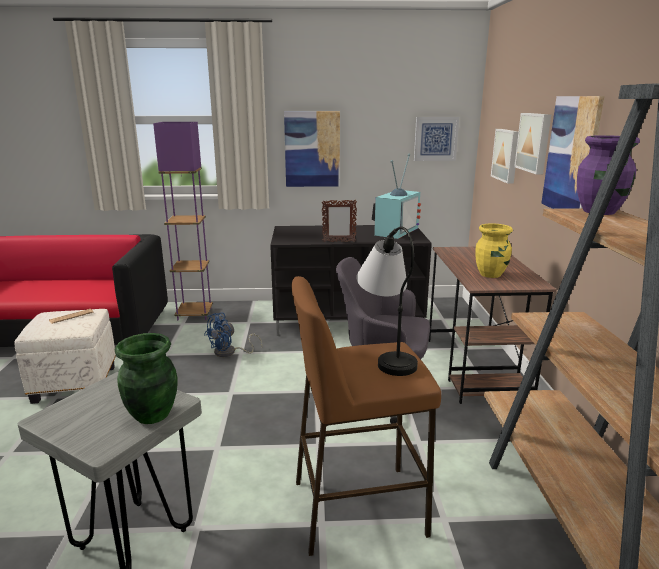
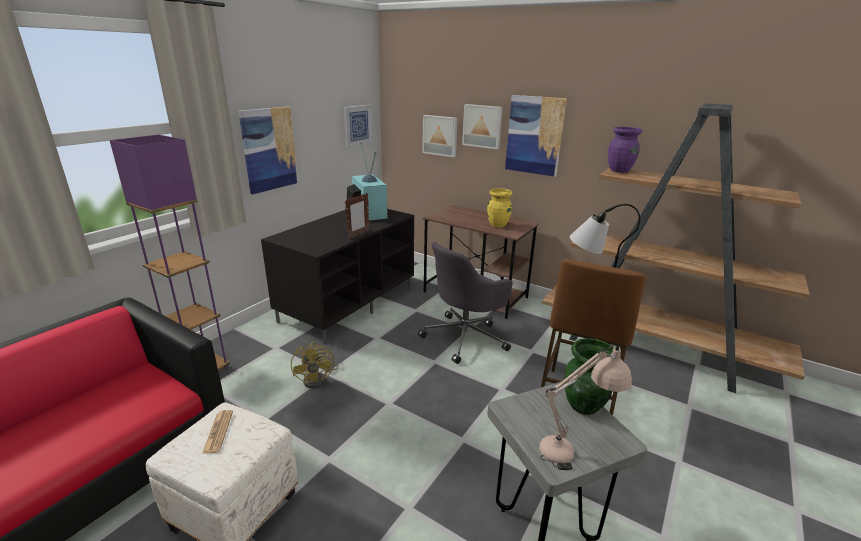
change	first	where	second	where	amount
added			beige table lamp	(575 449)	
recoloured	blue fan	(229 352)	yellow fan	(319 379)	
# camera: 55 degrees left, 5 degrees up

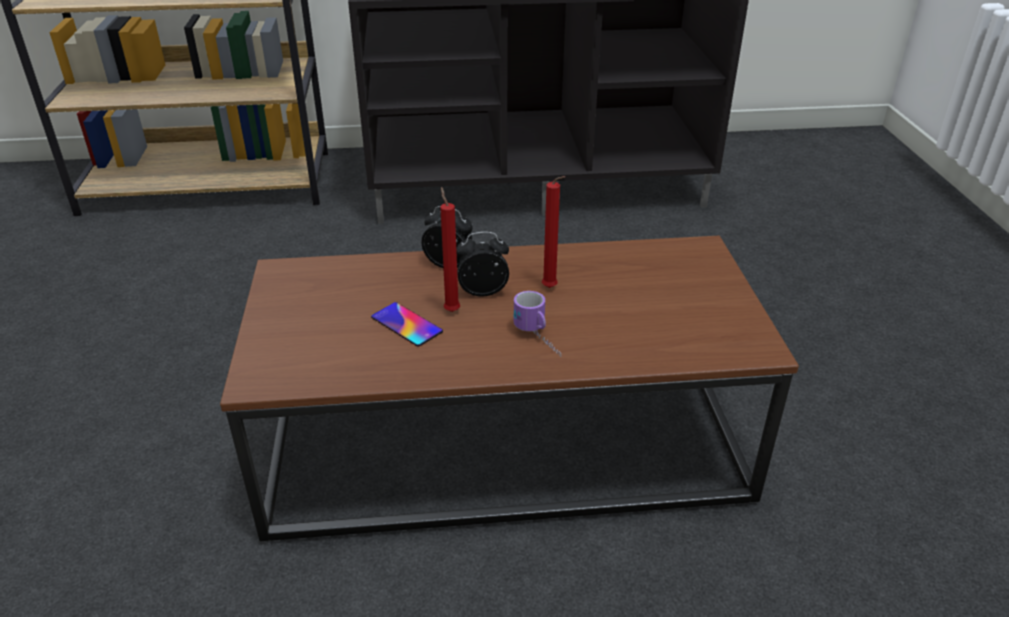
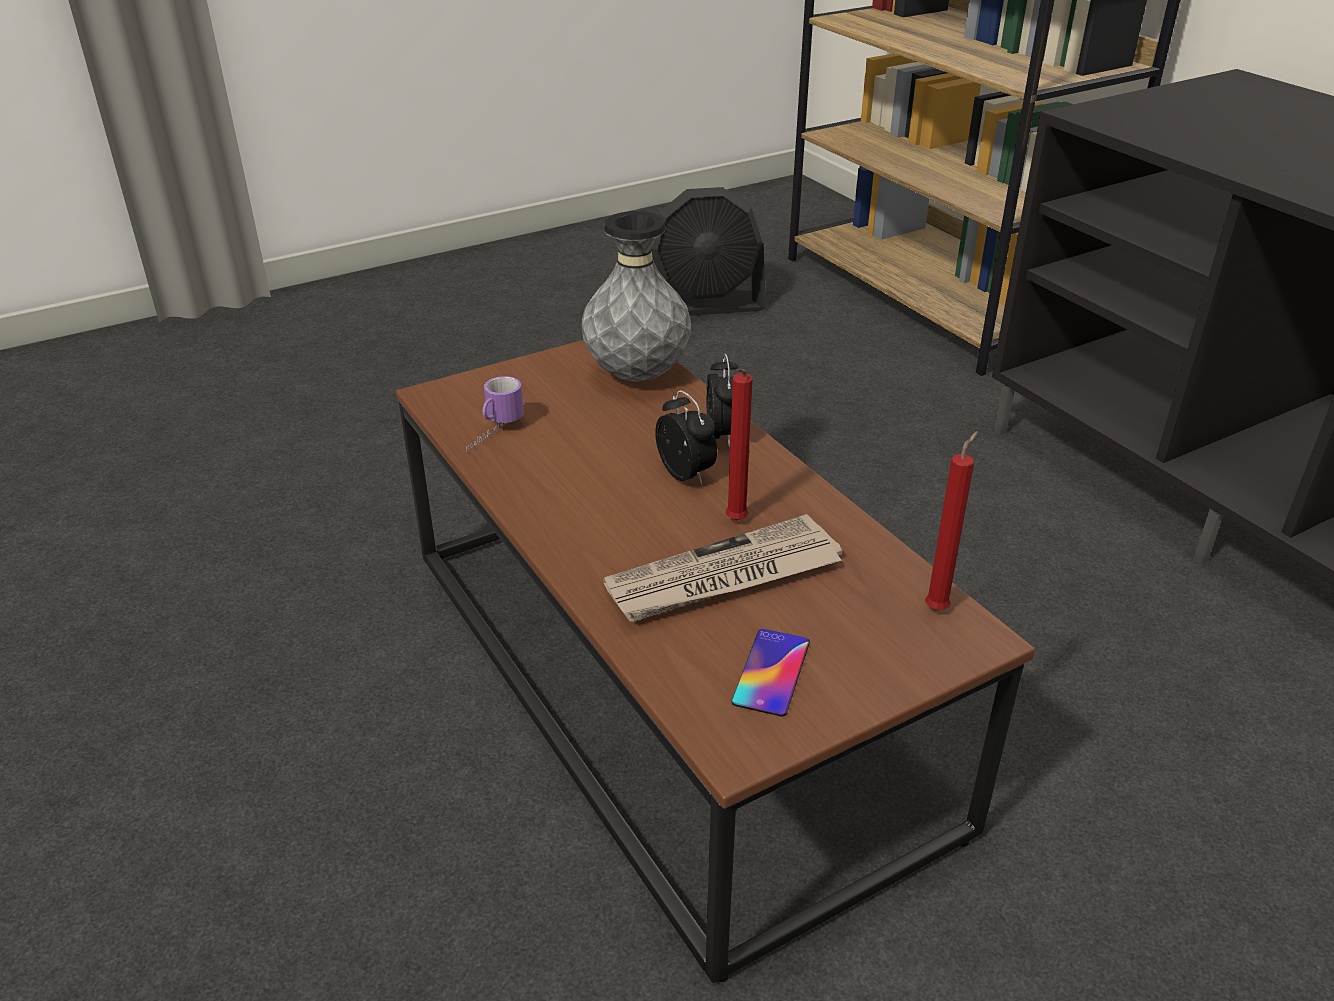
change	first	where	second	where	amount
added			grey vase	(636 376)	
added			newspaper	(723 577)	
added			black fan	(702 306)	
moved	phone	(406 324)		(771 672)	
moved	red candle	(451 310)		(938 607)	
moved	mug	(539 340)		(492 434)	
# camera: 65 degrees right, 0 degrees up

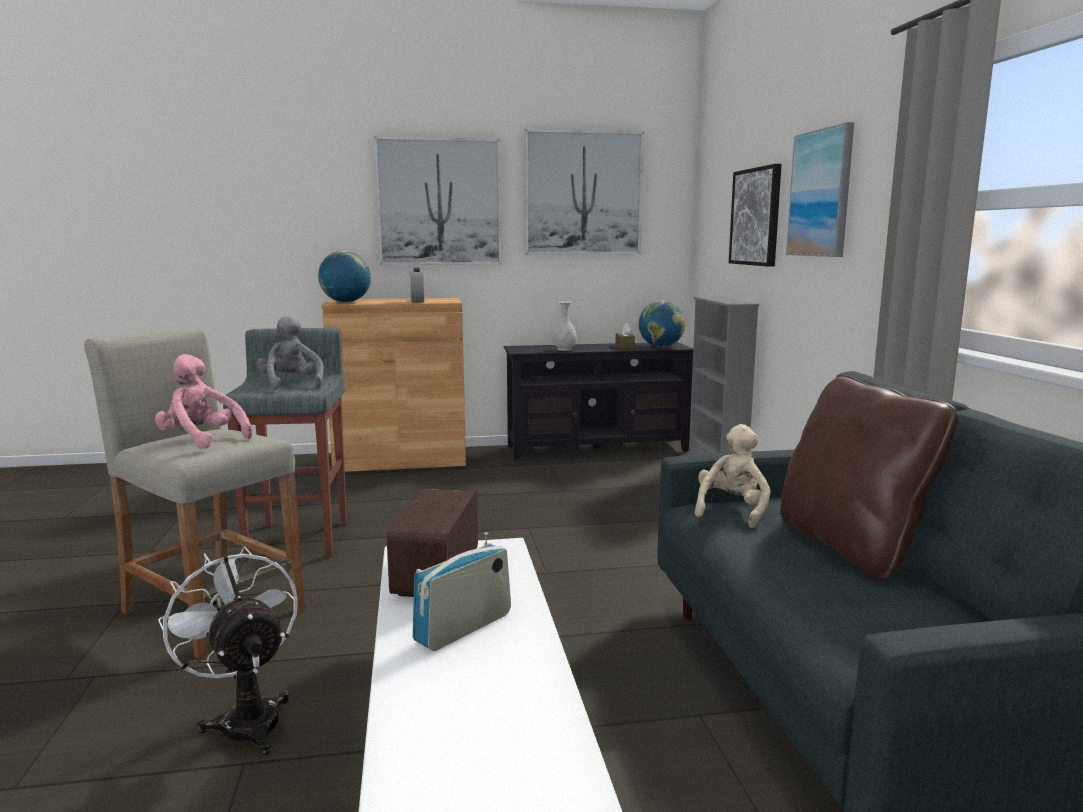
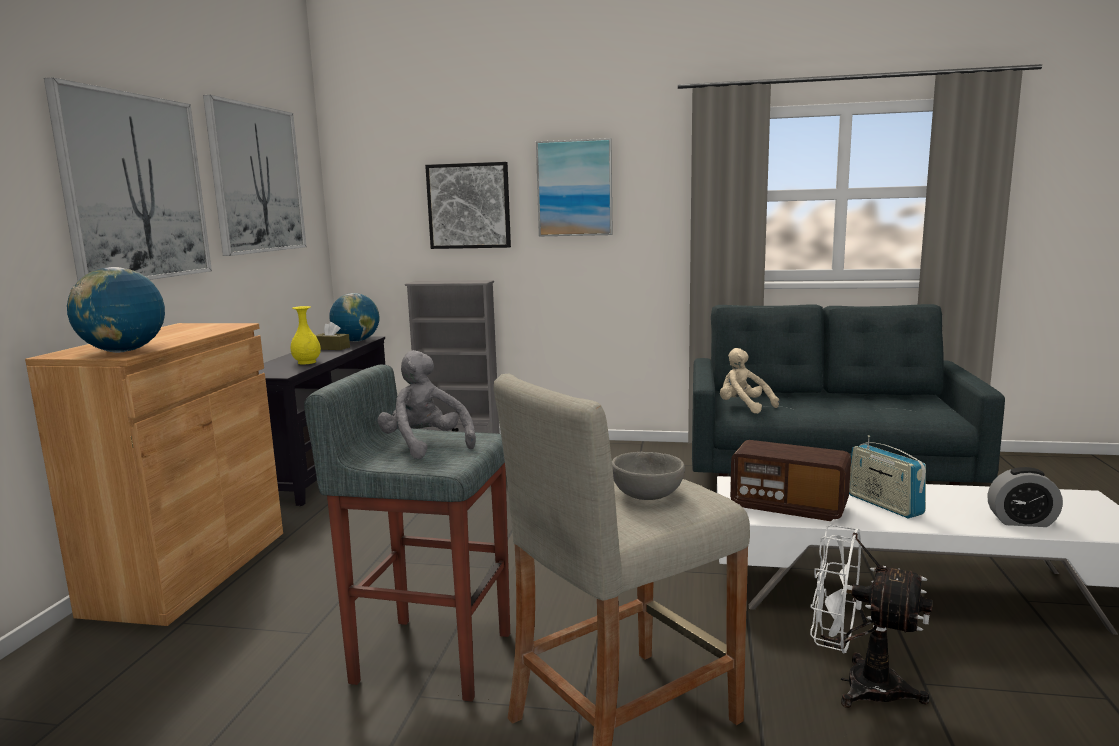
change	first	where	second	where	amount
removed	brown pillow	(851 546)			
moved	alarm clock	(417 301)		(1021 521)	
replaced	pink plush toy	(201 440)	grey bowl	(645 495)	
recoloured	white vase	(564 349)	yellow vase	(307 362)	
turned	white fan	(246 718)		(857 684)	45 degrees clockwise
turned	grey plush toy	(291 385)		(425 445)	60 degrees clockwise
# camera: 70 degrees left, 0 degrees up

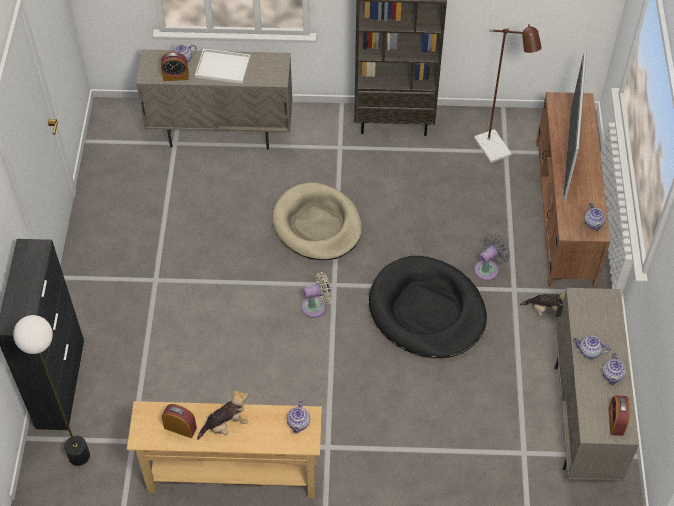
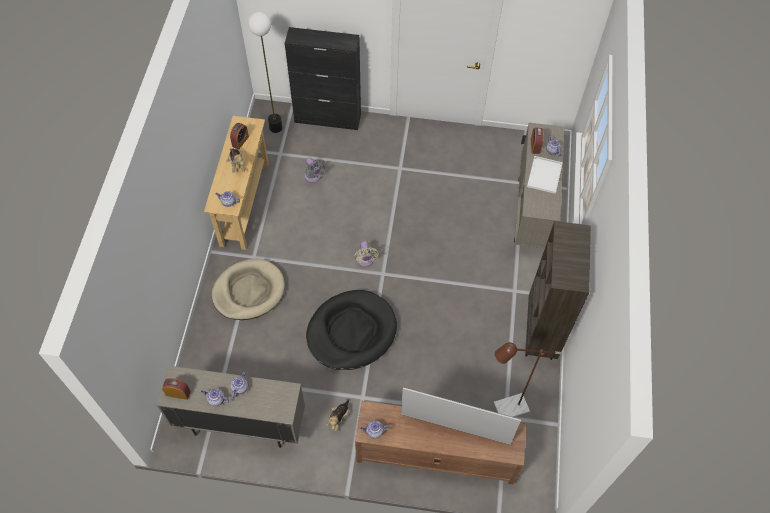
change	first	where	second	where	amount
moved	beige dog bed	(317 225)		(249 291)	
moved	grey fan	(488 269)		(313 177)	
# camera: 95 degrees right, 5 degrees up

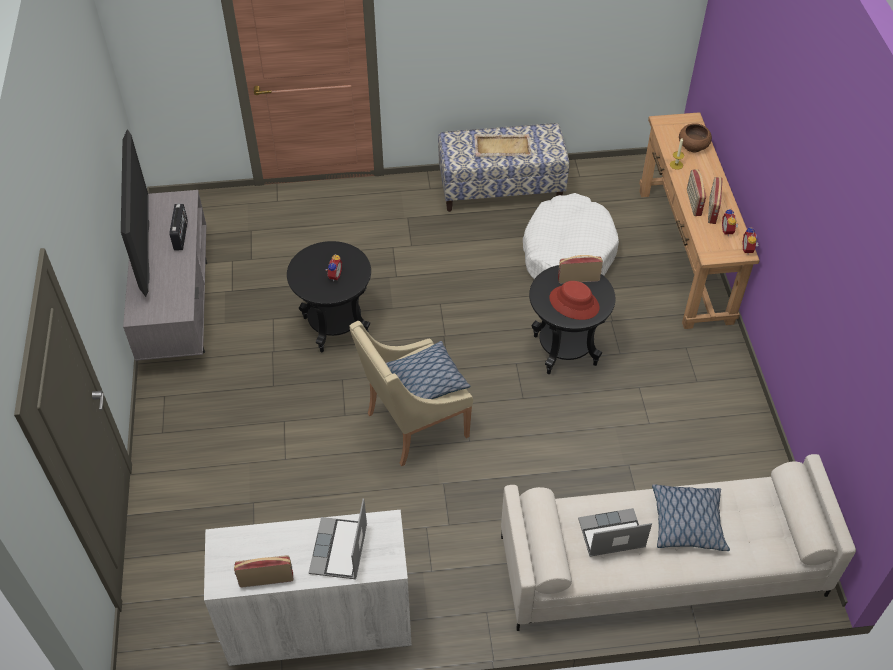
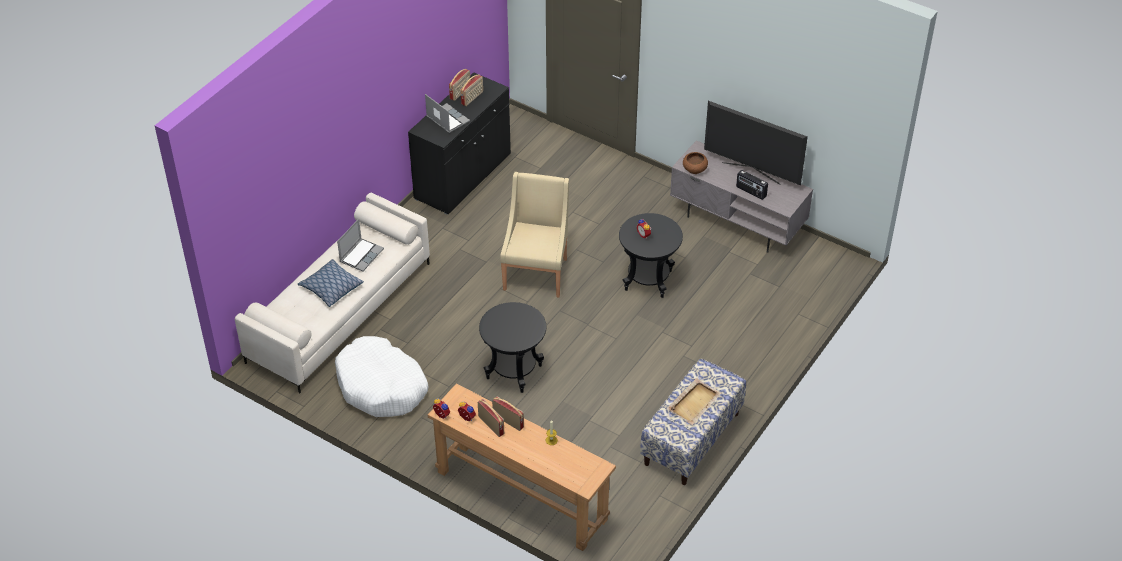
change	first	where	second	where	amount
removed	pillow	(427 382)			
removed	red hat	(574 303)			
moved	white dog bed	(567 253)		(381 386)	
moved	radio	(578 279)		(472 98)	
moved	brown bowl	(693 146)		(694 169)	
recoloured	white cabinet	(319 623)	black cabinet	(463 177)	
# camera: 130 degrees right, 5 degrees down

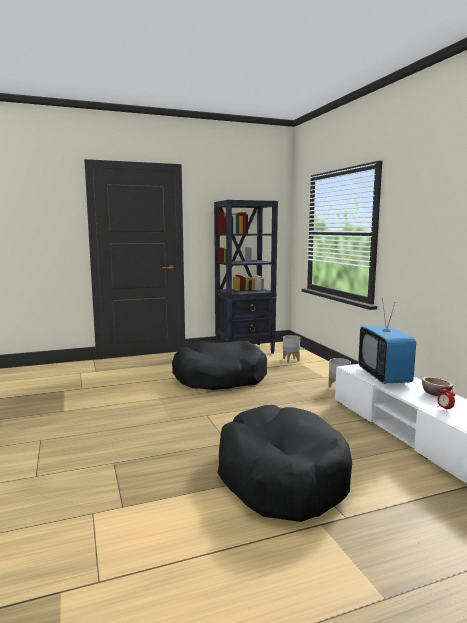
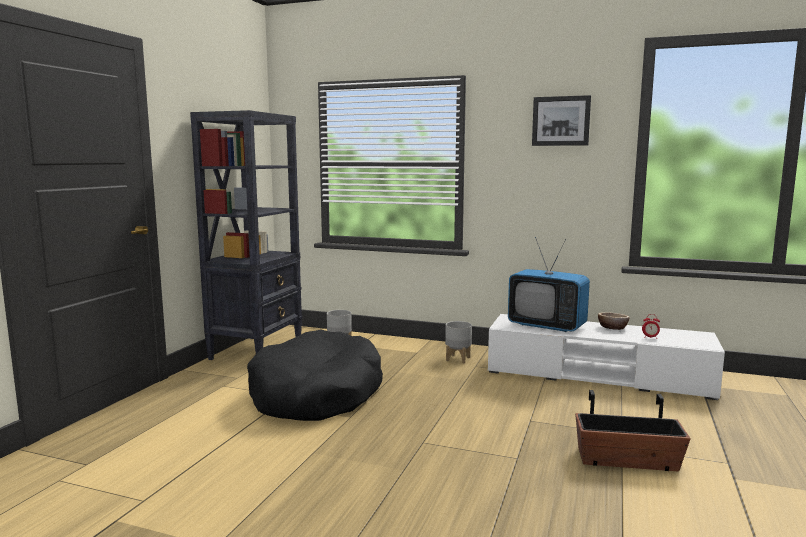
change	first	where	second	where	amount
added			picture	(561 121)	
replaced	black dog bed	(281 476)	planter	(627 460)	
# camera: 50 degrees left, 0 degrees up

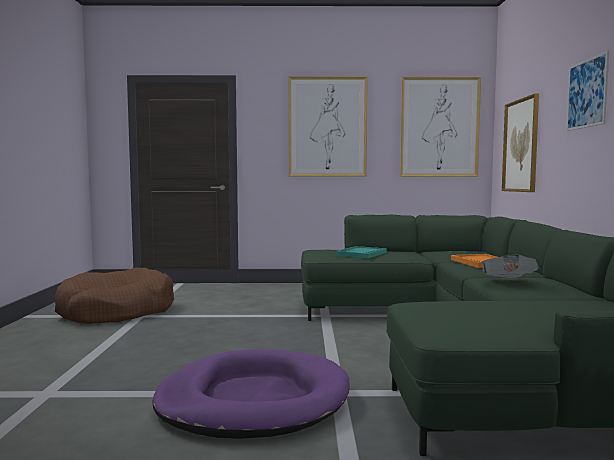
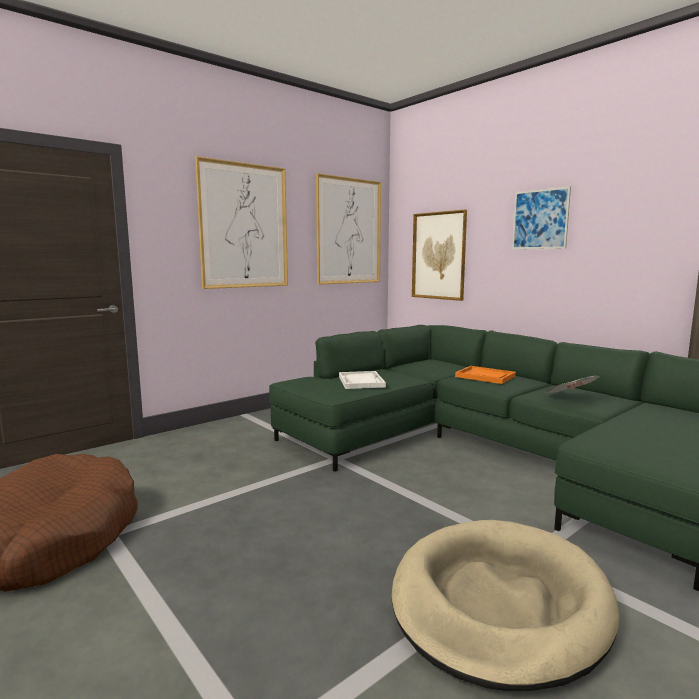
change	first	where	second	where	amount
recoloured	purple dog bed	(253 400)	beige dog bed	(499 603)	
recoloured	turquoise tray	(361 254)	white tray	(361 382)	
# camera: 40 degrees left, 5 degrees up

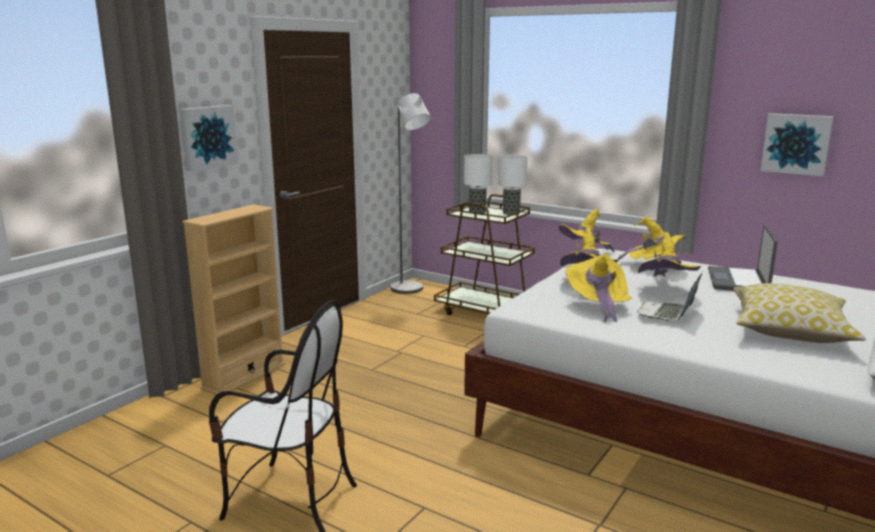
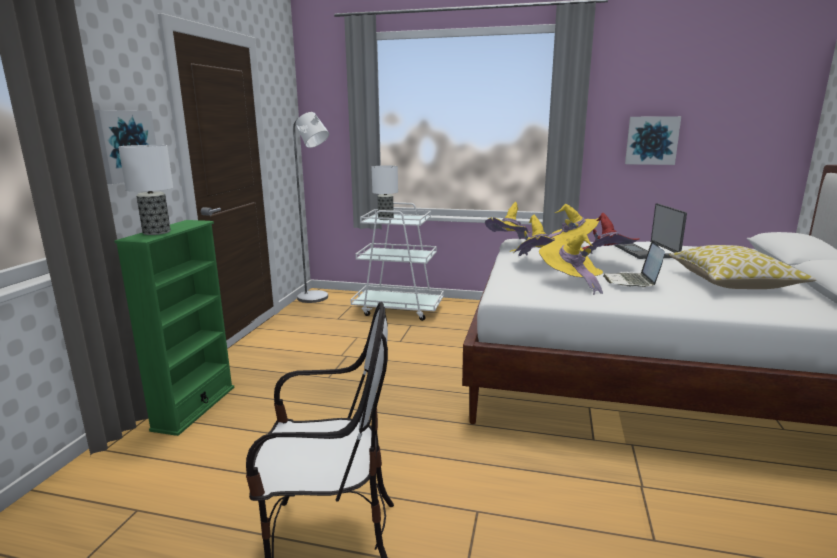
change	first	where	second	where	amount
moved	table lamp	(511 213)		(157 232)	
recoloured	beige bookcase	(244 376)	green bookcase	(194 408)	
recoloured	brown cart	(486 312)	white cart	(398 309)	
recoloured	yellow hat	(664 289)	red hat	(604 263)	
# camera: 20 degrees left, 0 degrees up

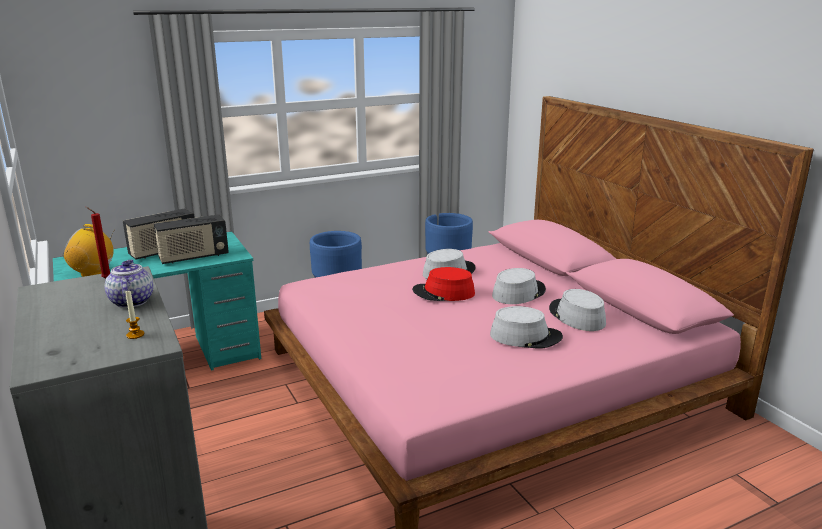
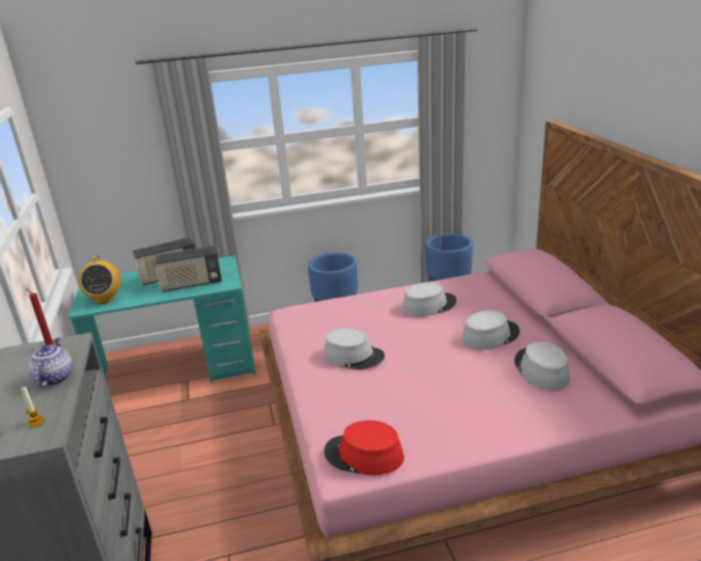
change	first	where	second	where	amount
moved	red hat	(443 293)		(364 455)	
moved	grey hat	(525 336)		(354 356)	
turned	radio	(93 273)		(105 299)	120 degrees counterclockwise
# camera: 15 degrees right, 5 degrees up

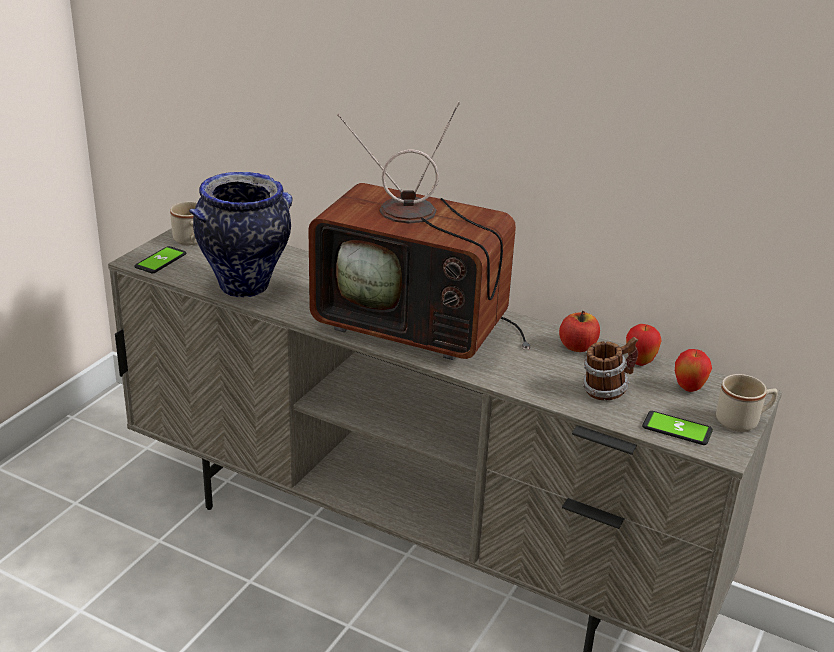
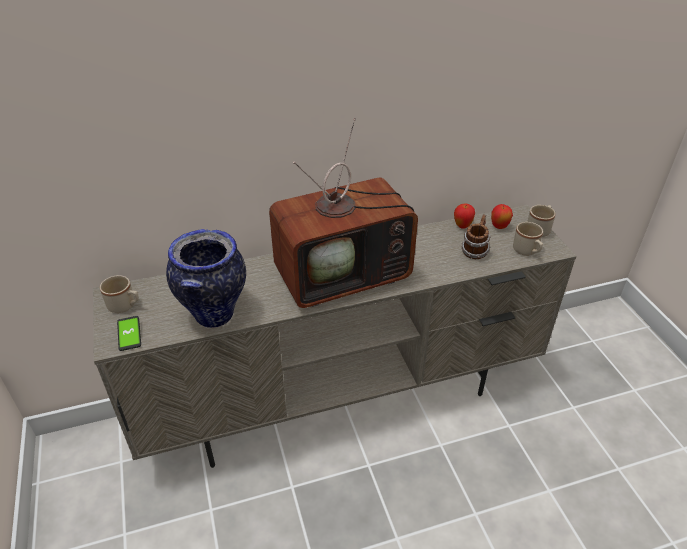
change	first	where	second	where	amount
removed	apple	(577 347)			
replaced	phone	(677 429)	beige mug	(527 251)	
# camera: 45 degrees left, 10 degrees up

